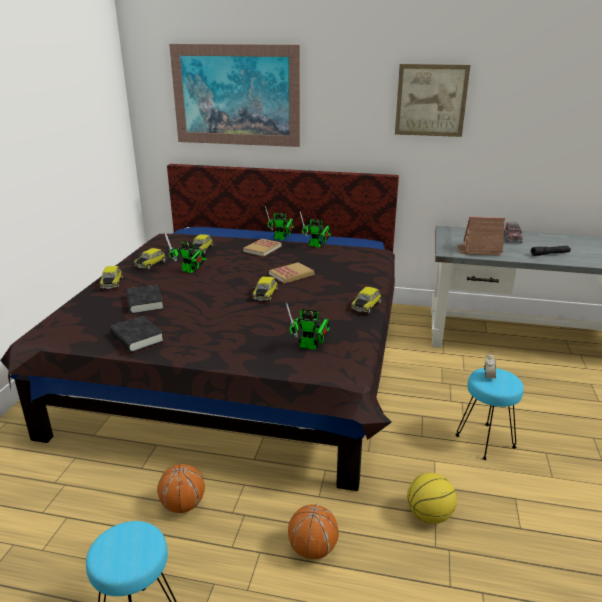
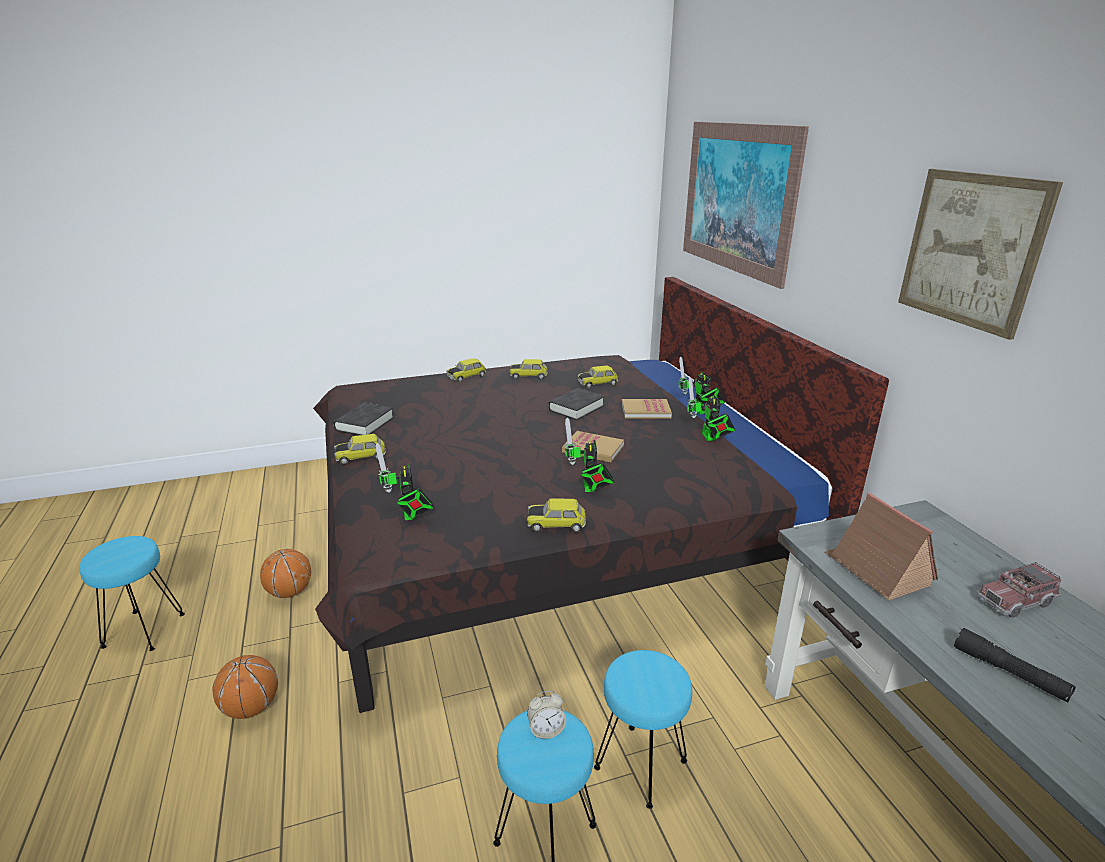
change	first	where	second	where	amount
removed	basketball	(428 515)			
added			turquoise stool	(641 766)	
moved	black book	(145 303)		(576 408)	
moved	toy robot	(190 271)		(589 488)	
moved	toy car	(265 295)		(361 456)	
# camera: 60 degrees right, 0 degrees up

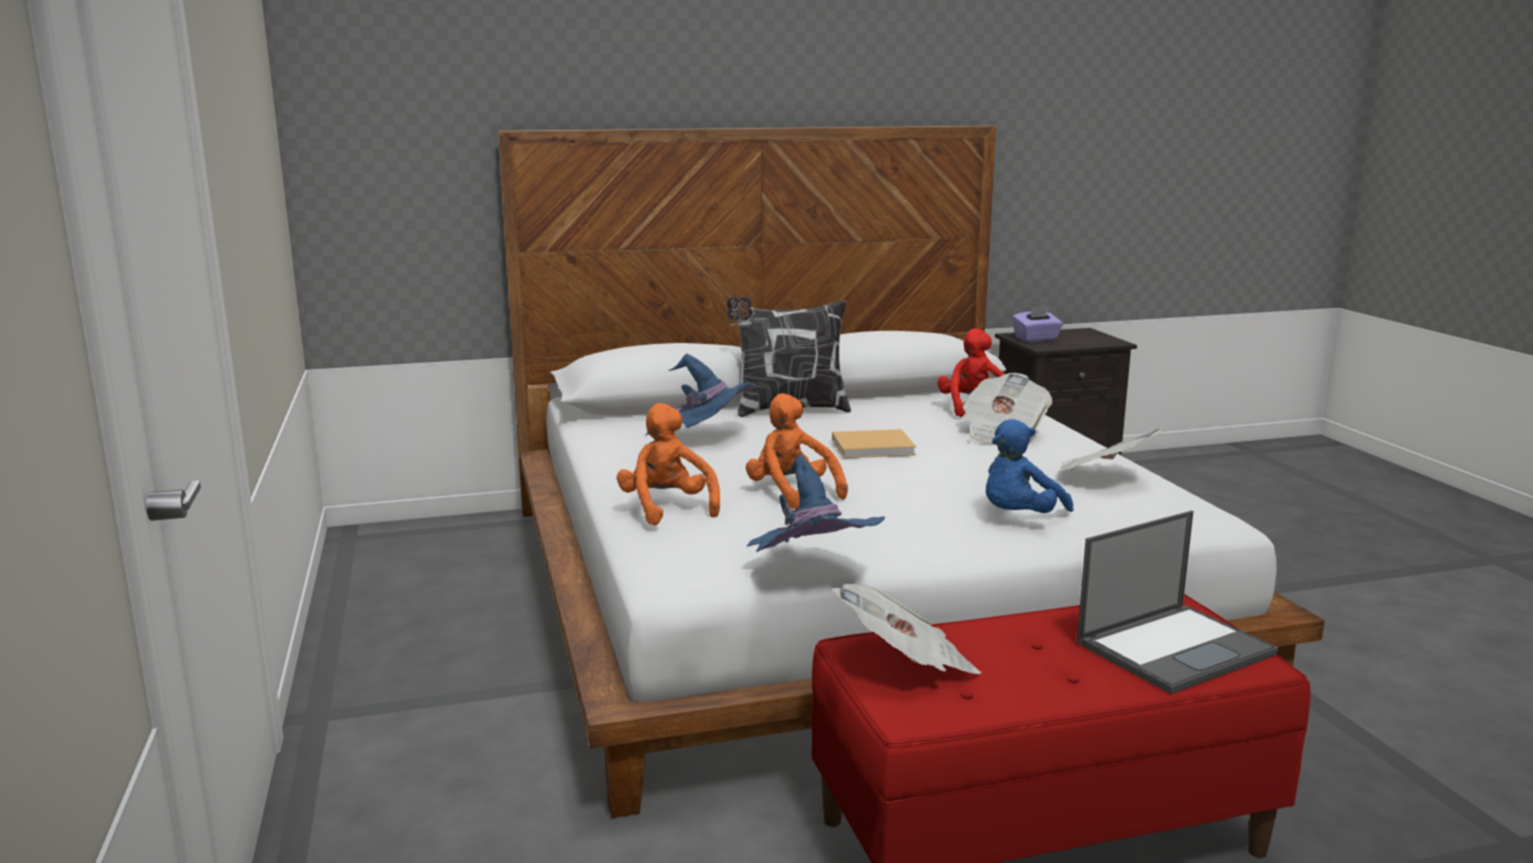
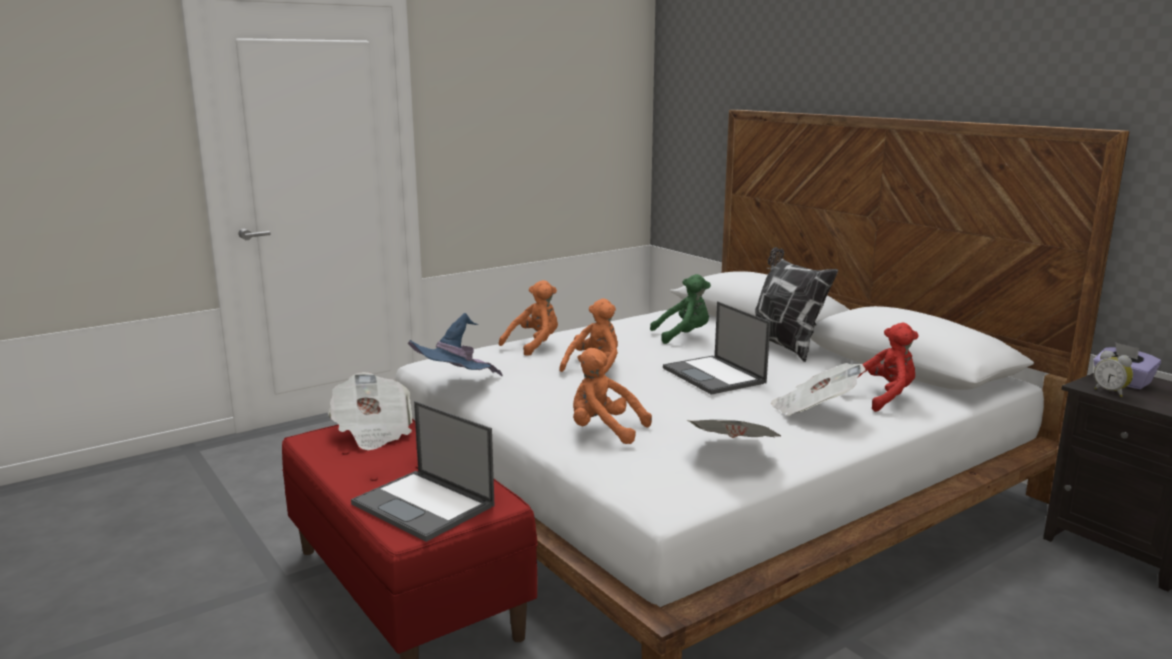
change	first	where	second	where	amount
added			alarm clock	(1111 392)	
replaced	blue hat	(707 437)	green plush toy	(683 336)	
replaced	beige book	(875 447)	laptop	(715 376)	
recoloured	blue plush toy	(1019 517)	orange plush toy	(604 431)	
# camera: 70 degrees right, 0 degrees up

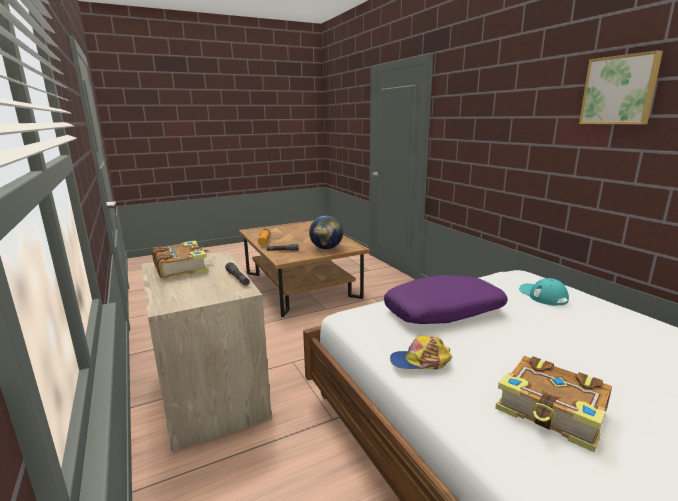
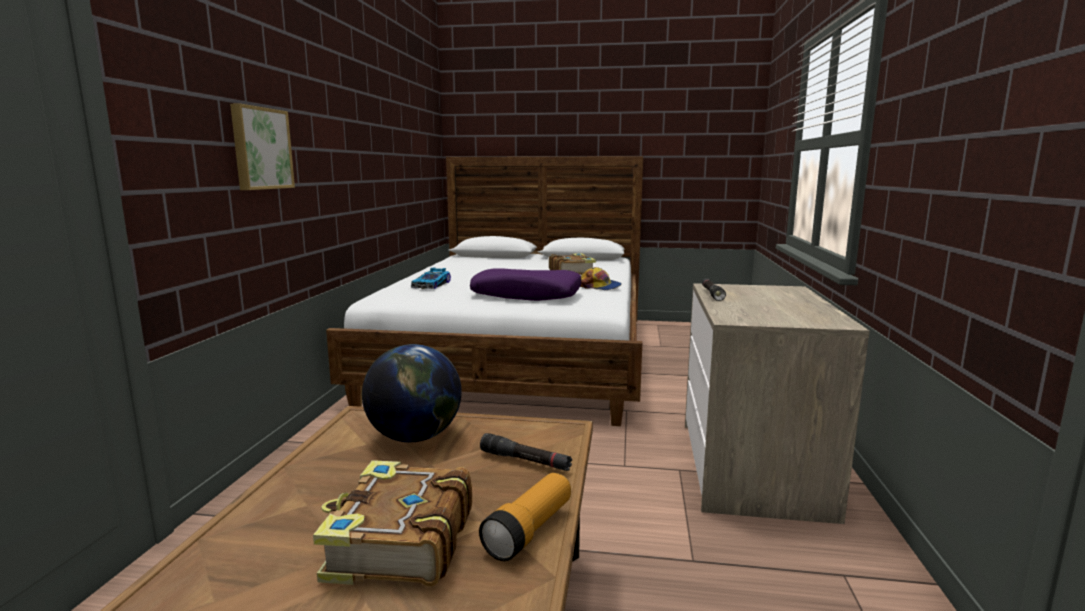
change	first	where	second	where	amount
moved	book	(182 268)		(399 543)	
moved	picture	(619 90)		(260 148)	
replaced	turquoise cap	(542 295)	toy car	(432 285)	
# camera: 145 degrees left, 5 degrees down

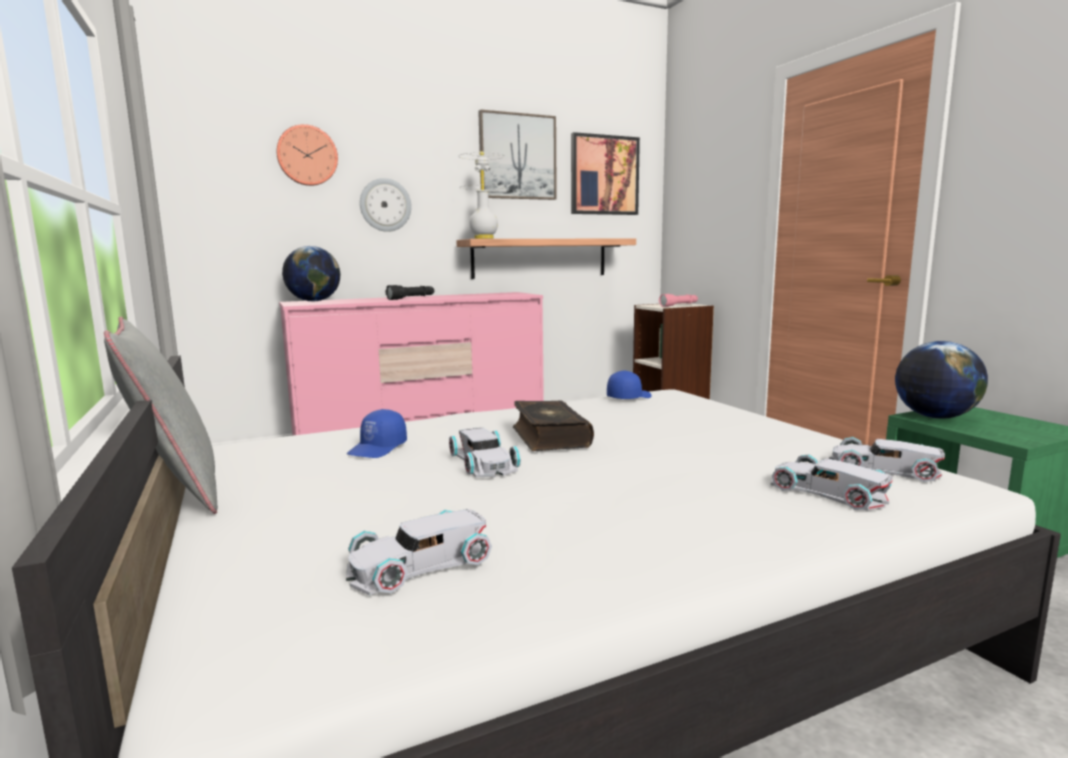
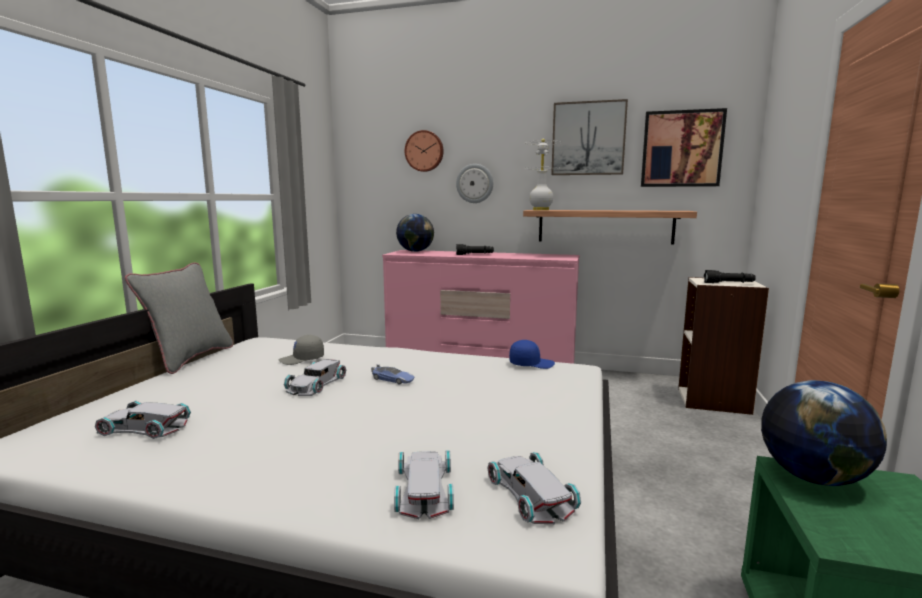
change	first	where	second	where	amount
replaced	book	(549 437)	toy car	(393 379)	
recoloured	blue cap	(378 448)	grey cap	(302 359)	
recoloured	pink flashlight	(679 305)	black flashlight	(729 283)	
# camera: 40 degrees right, 0 degrees up

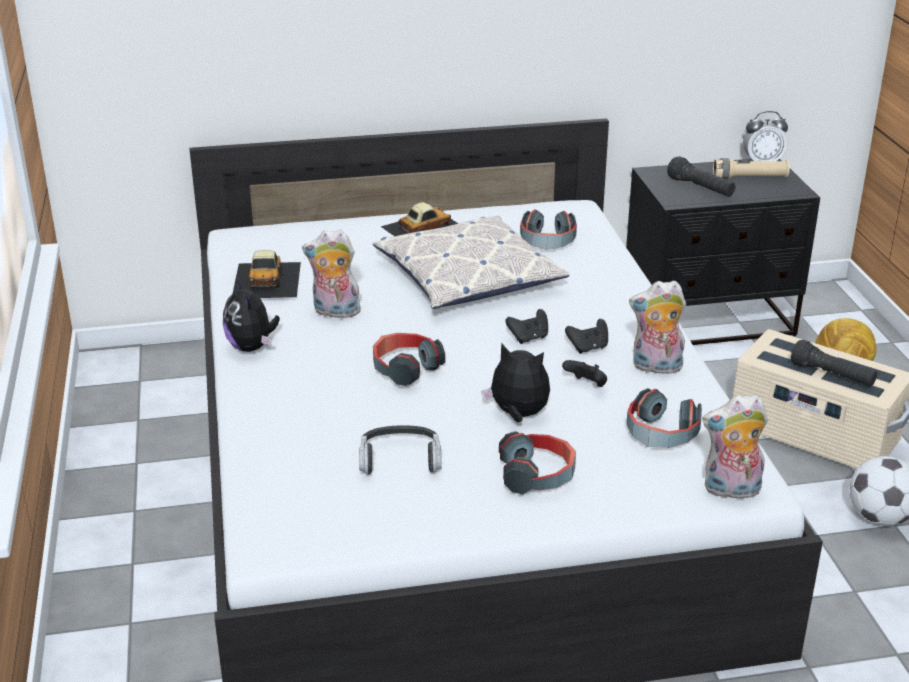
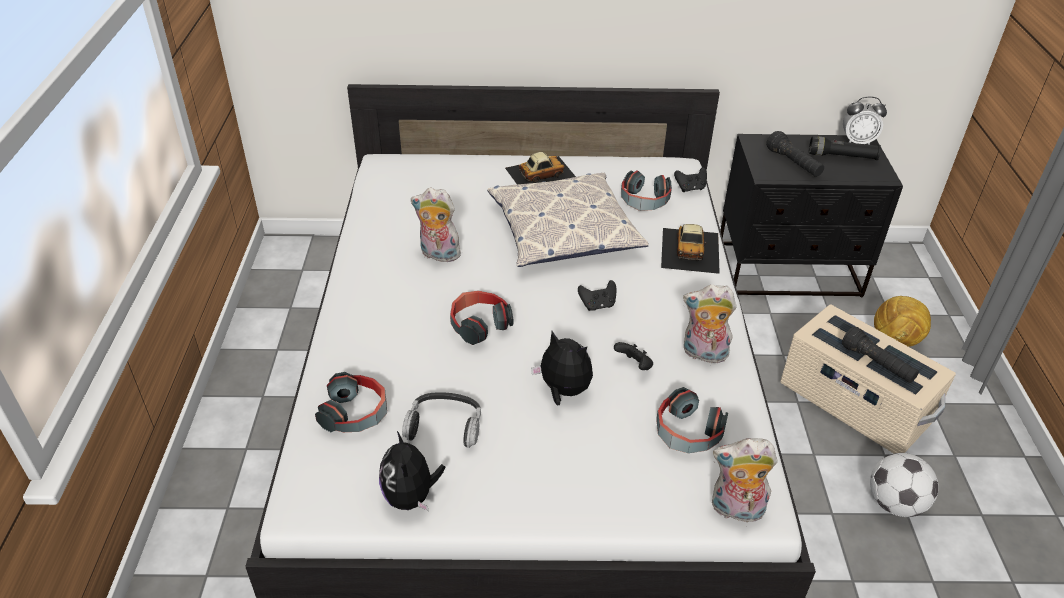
change	first	where	second	where	amount
moved	plush toy	(252 347)		(411 497)	
moved	toy car	(267 279)		(690 249)	
moved	headphones	(537 475)		(356 413)	
moved	black game controller	(588 348)		(690 188)	
recoloured	beige flashlight	(749 178)	black flashlight	(842 156)	
# camera: 10 degrees right, 10 degrees up

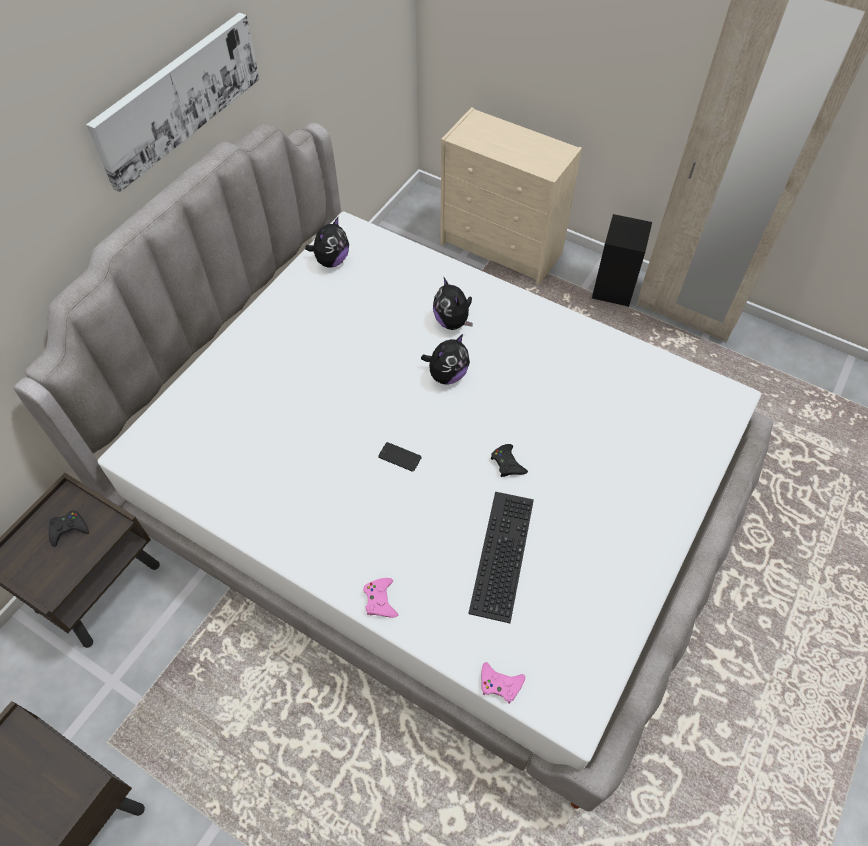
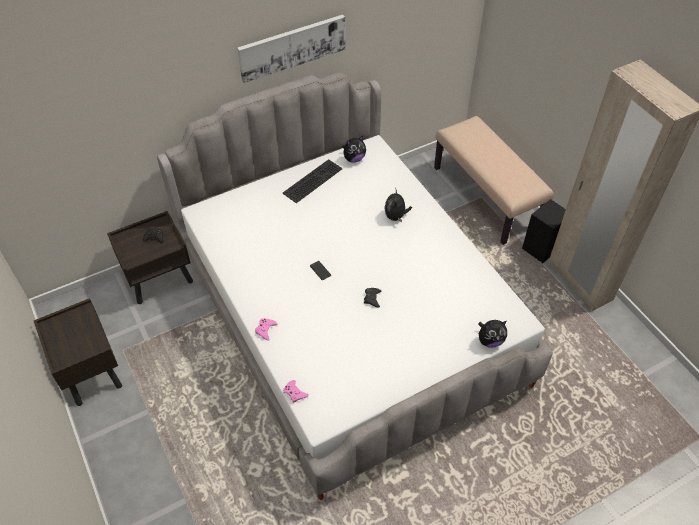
change	first	where	second	where	amount
moved	plush toy	(447 375)		(490 340)	
moved	keyboard	(500 552)		(312 180)	
replaced	beige dresser	(502 249)	beige bench	(486 197)	
# camera: 30 degrees right, 5 degrees down

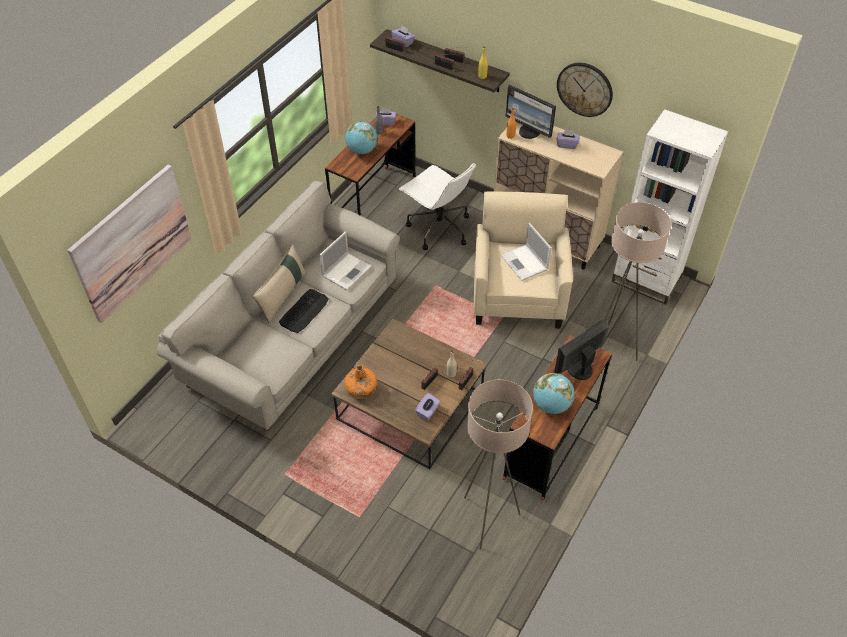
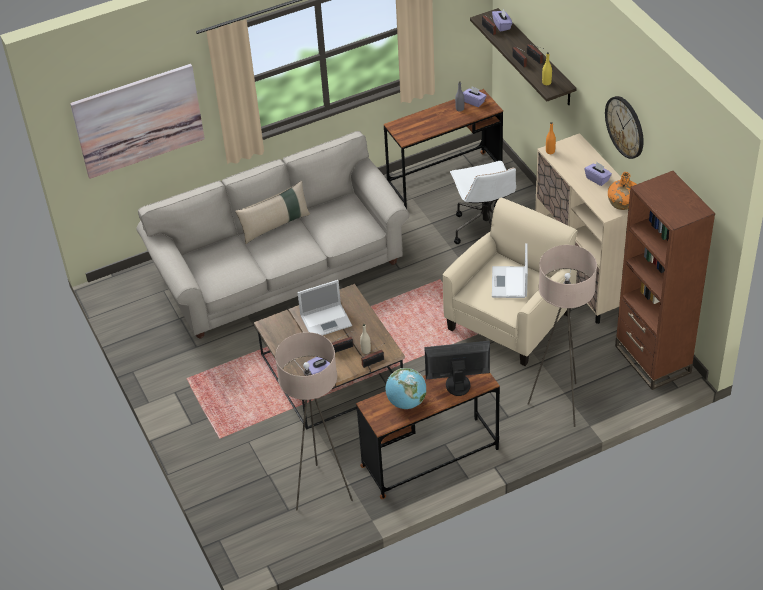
change	first	where	second	where	amount
removed	keyboard	(304 311)			
removed	globe	(362 150)			
removed	monitor	(529 132)			
moved	laptop	(347 270)		(327 320)	
moved	orange bottle	(361 389)		(622 202)	
recoloured	white bookcase	(646 280)	brown bookcase	(652 359)	
# camera: 35 degrees right, 5 degrees down

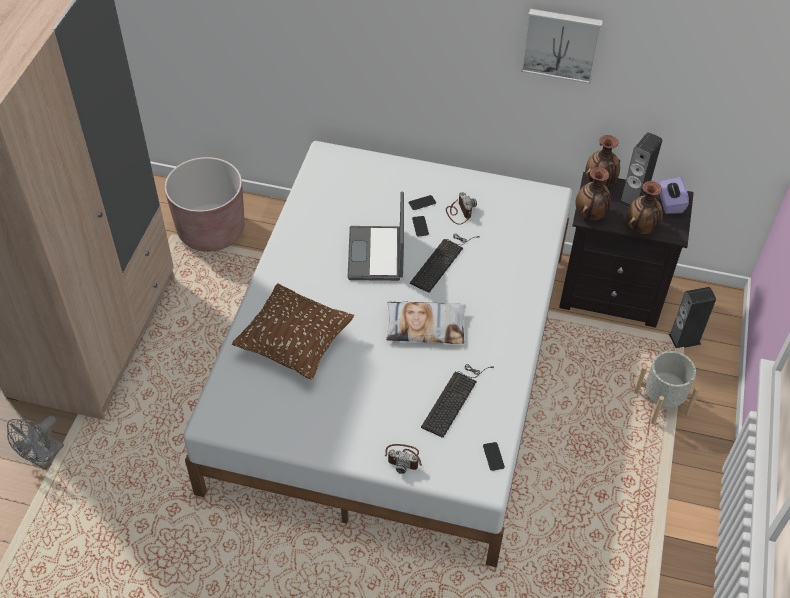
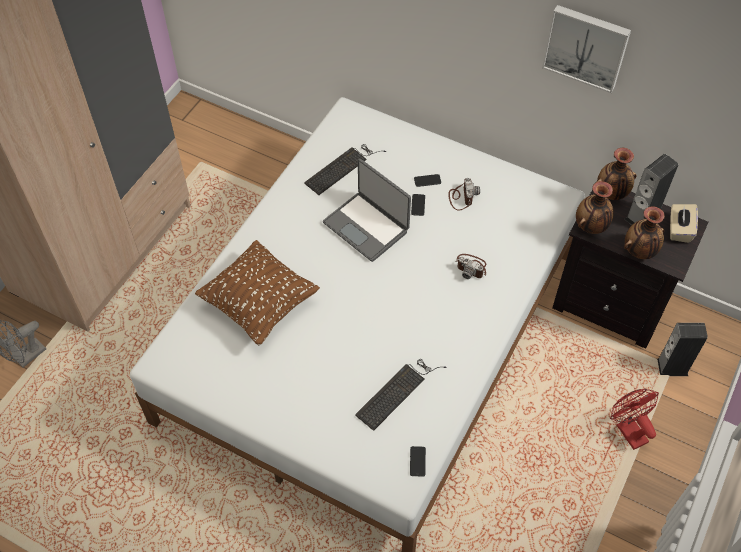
change	first	where	second	where	amount
removed	brown planter	(211 230)			
removed	pillow	(426 326)			
moved	photo camera	(403 458)		(471 267)	
moved	keyboard	(442 260)		(342 167)	
replaced	grey planter	(661 403)	red fan	(628 429)	
recoloured	purple tissue box	(670 203)	beige tissue box	(679 229)	
turned	laptop	(377 254)		(367 226)	60 degrees counterclockwise
# camera: 15 degrees right, 5 degrees up

